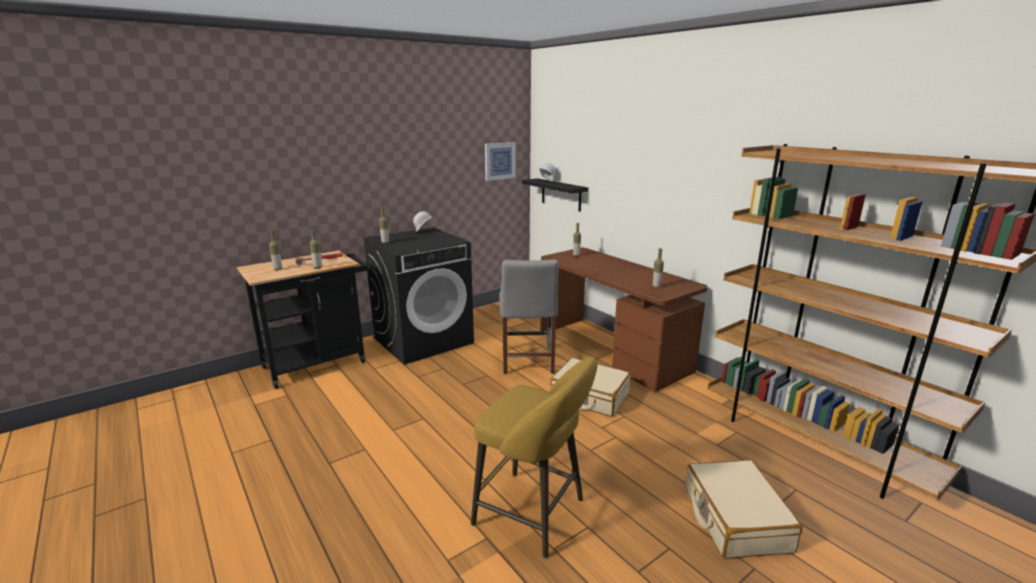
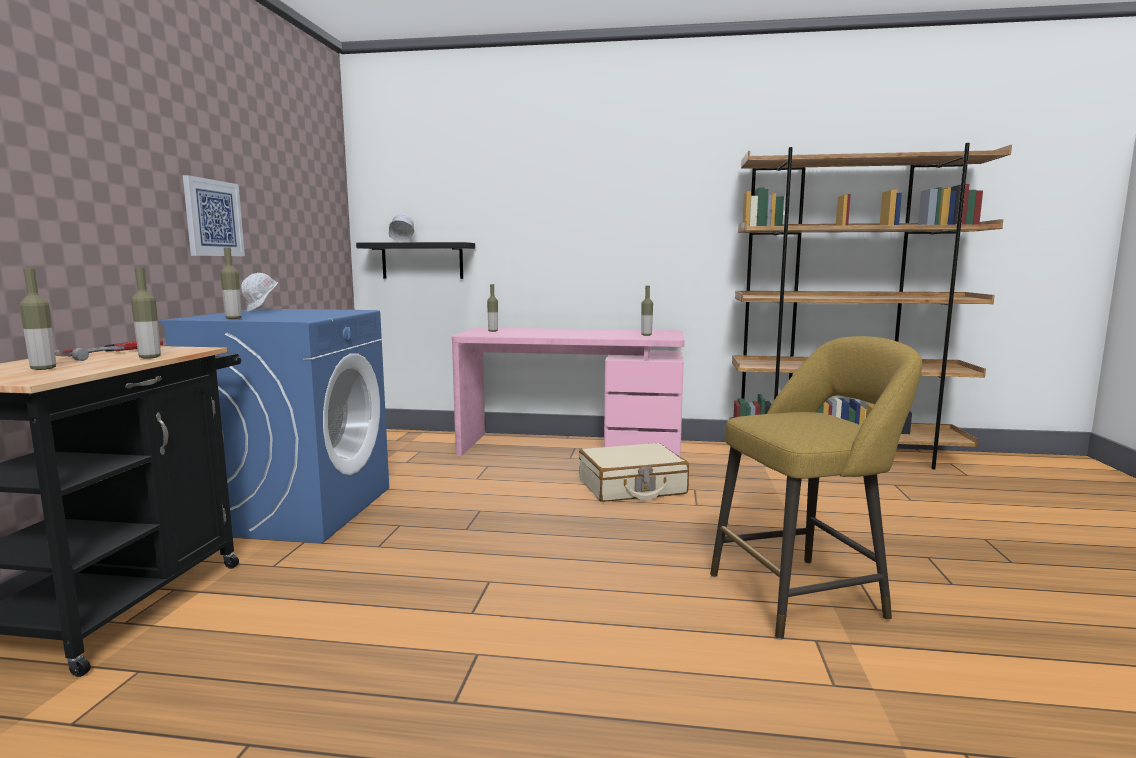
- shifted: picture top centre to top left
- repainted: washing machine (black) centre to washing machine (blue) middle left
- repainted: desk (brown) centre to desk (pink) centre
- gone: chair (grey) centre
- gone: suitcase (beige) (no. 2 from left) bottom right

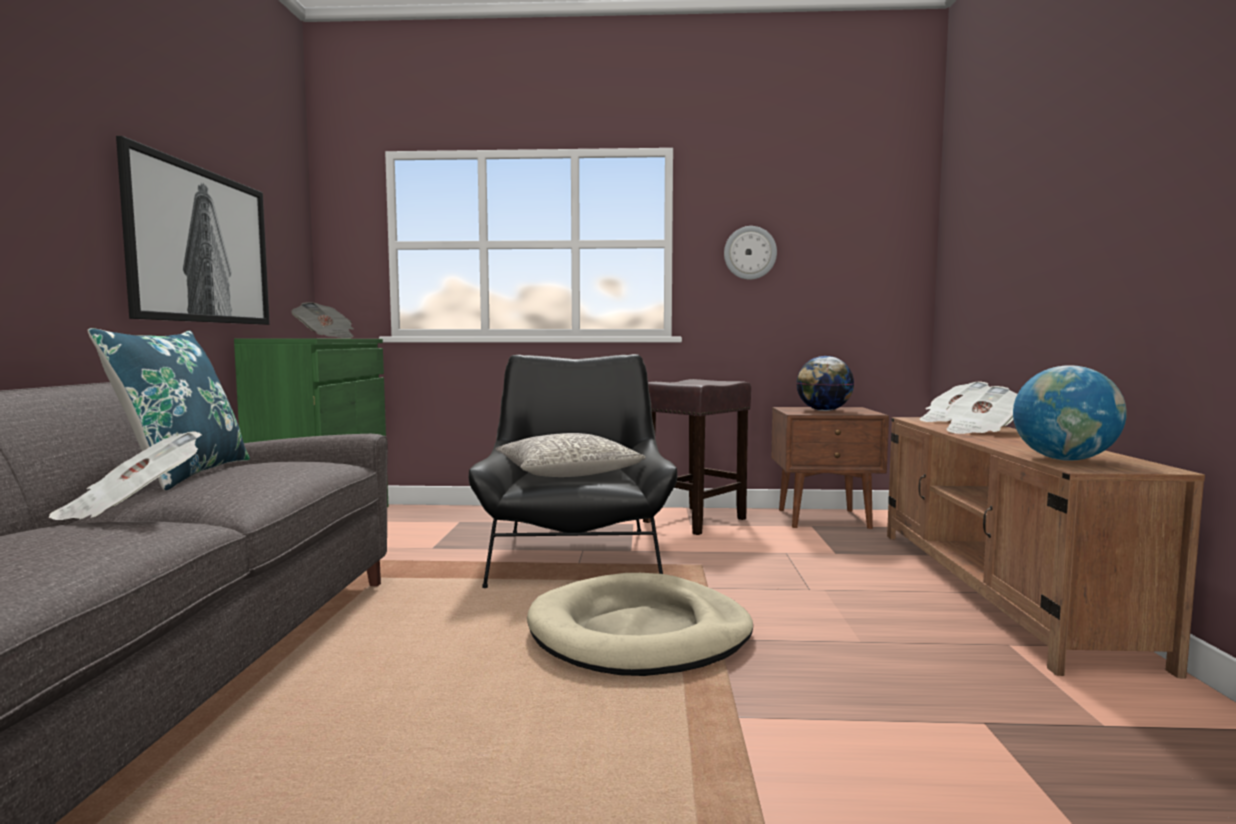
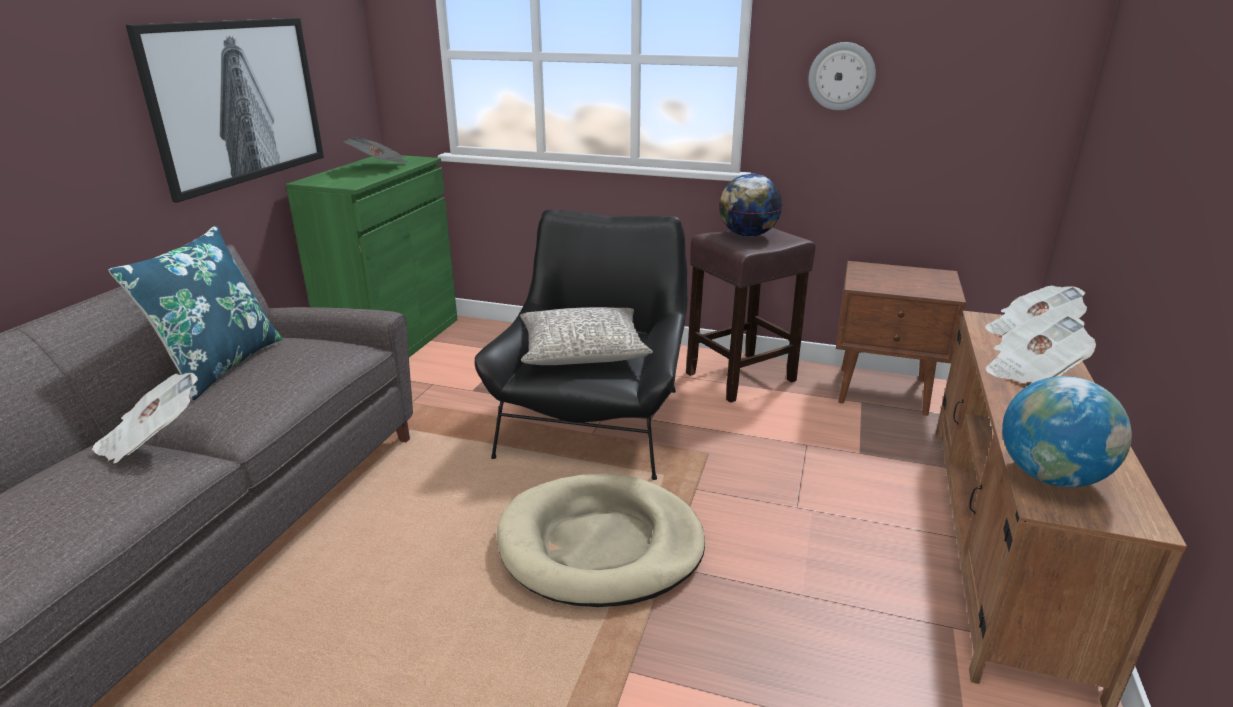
- shifted: globe (no. 1 from left) middle right to top centre

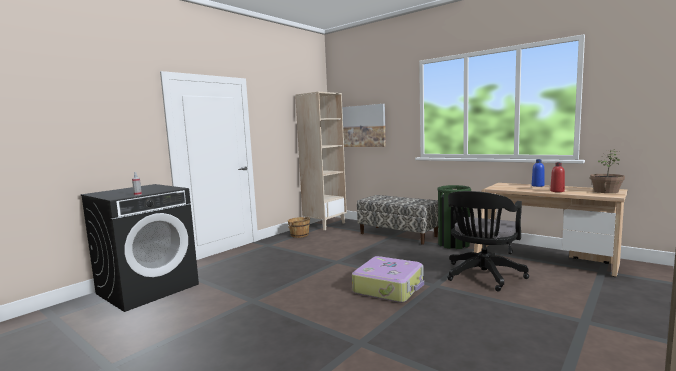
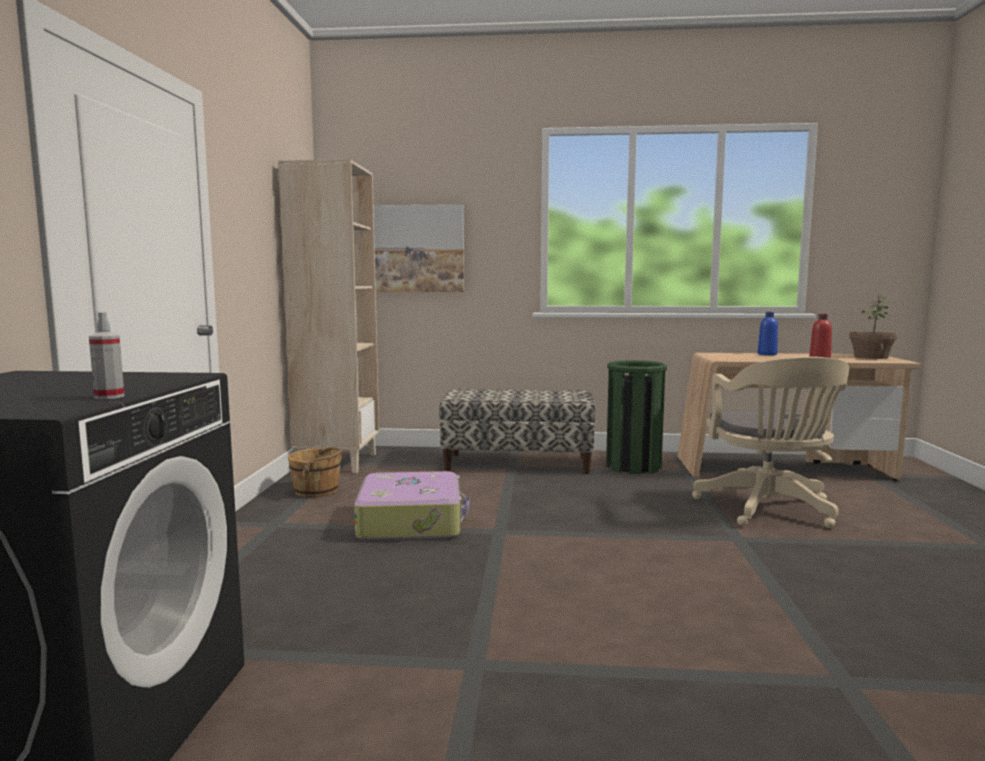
- repainted: office chair (black) middle right to office chair (beige) middle right
- shifted: suitcase bottom centre to centre

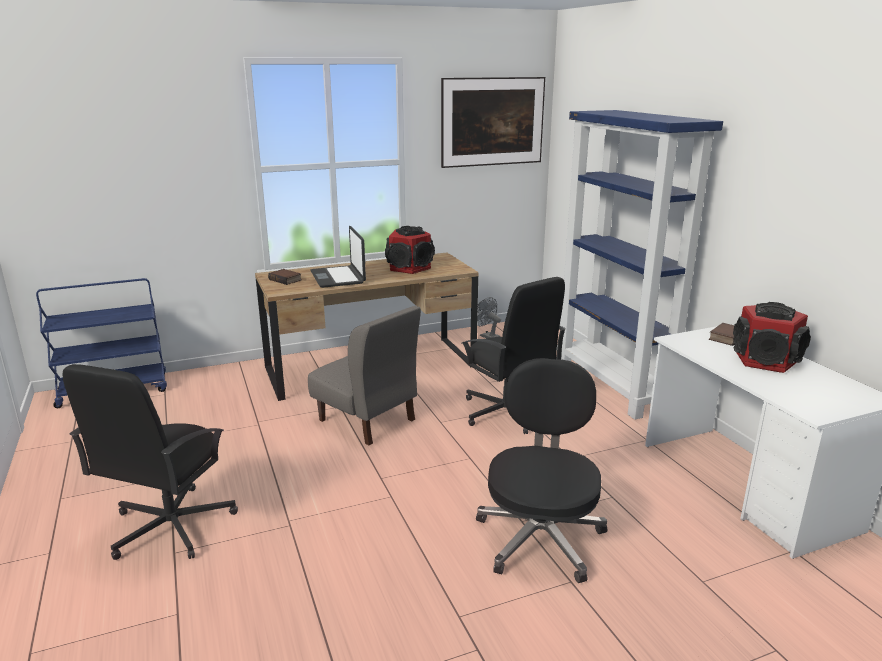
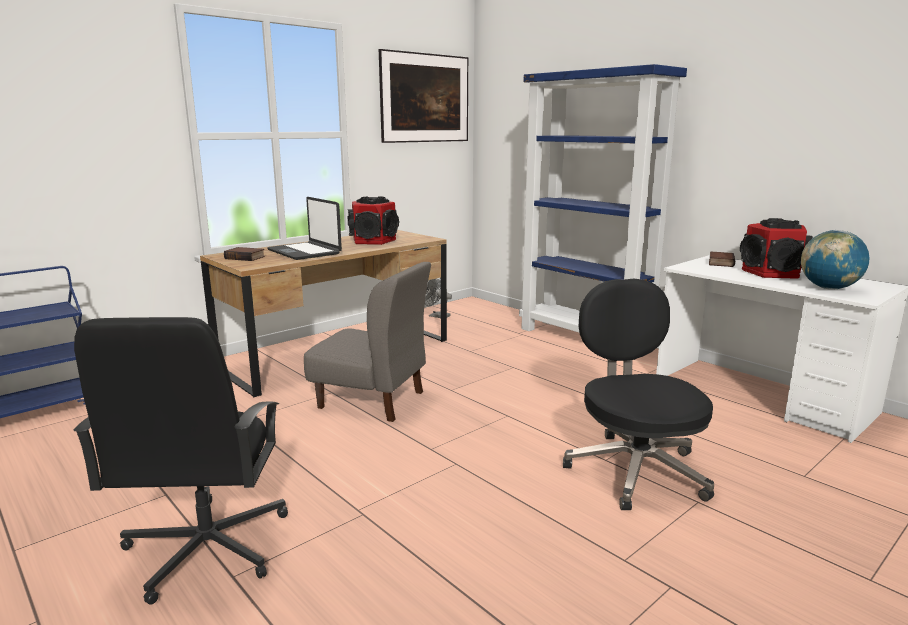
- gone: office chair (black) (no. 2 from left) centre
- new: globe middle right

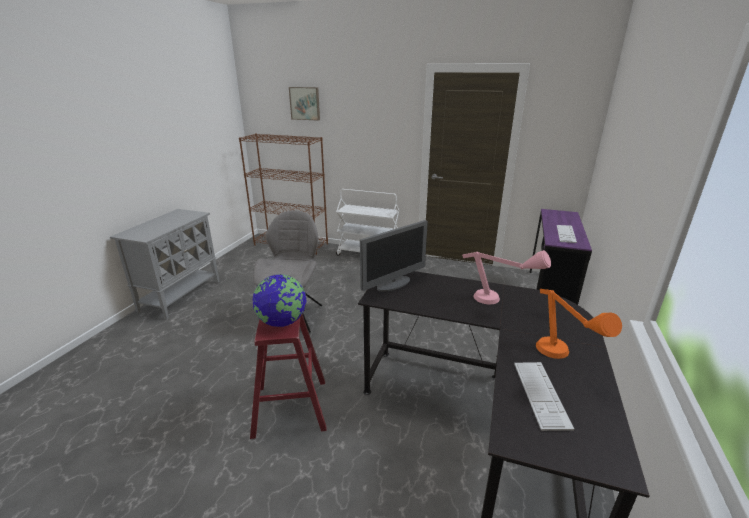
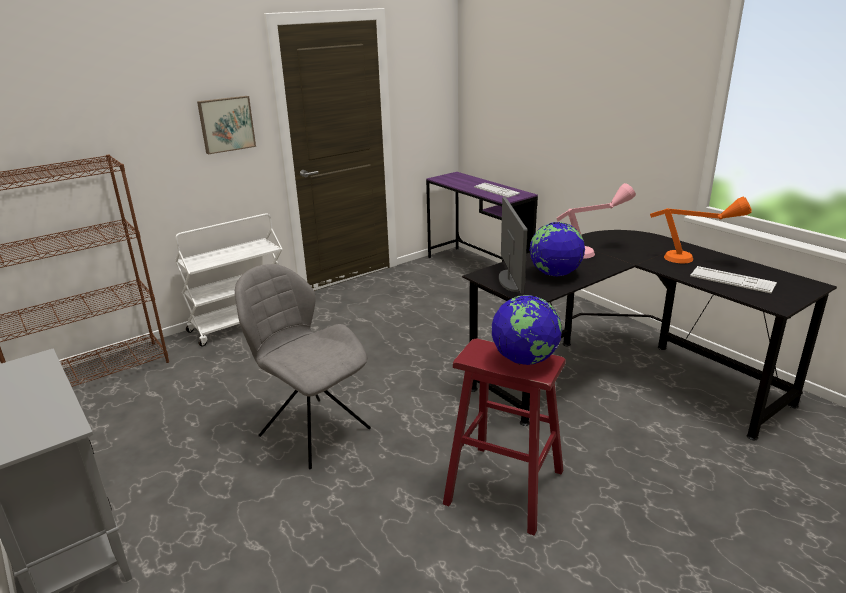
- shifted: picture top centre to top left
- new: globe (no. 2 from left) centre

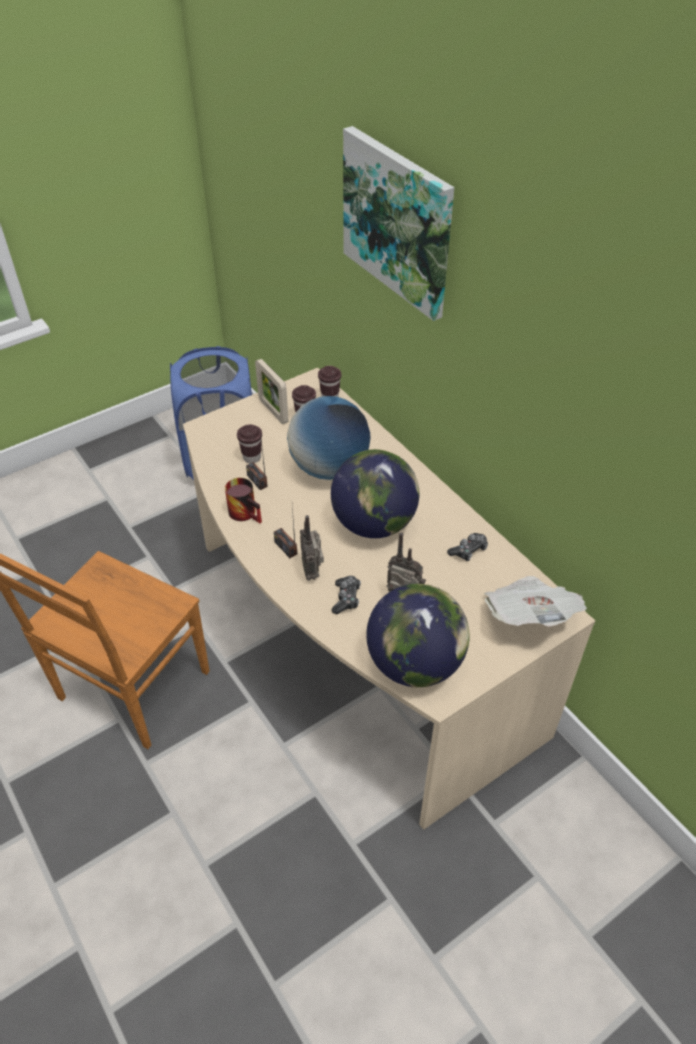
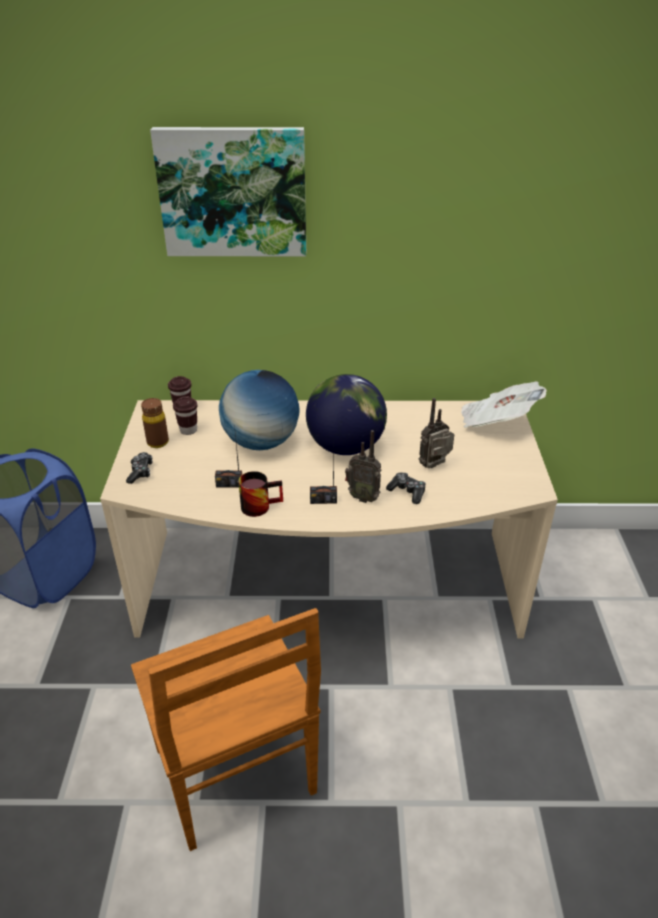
- swapped: picture frame centre to bottle (brown) middle left
- gone: cup (brown) (no. 1 from left) centre
- shifted: game controller (no. 2 from left in the first image) middle right to game controller (no. 1 from left) middle left
- gone: globe (no. 3 from left) centre

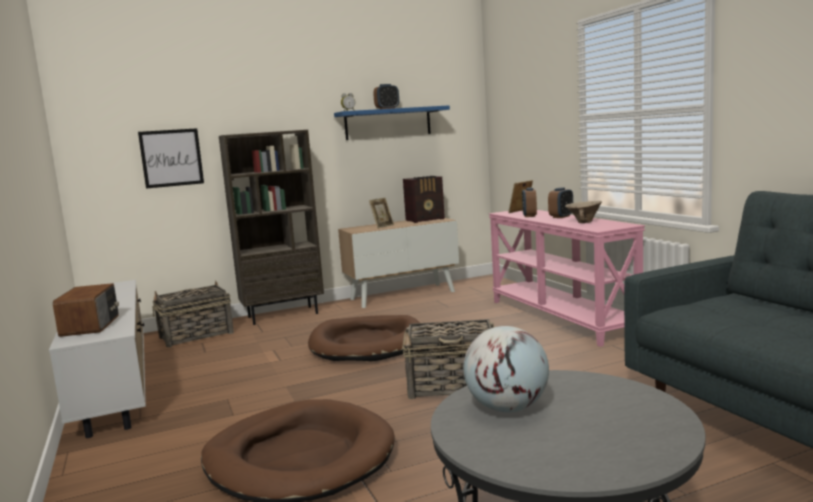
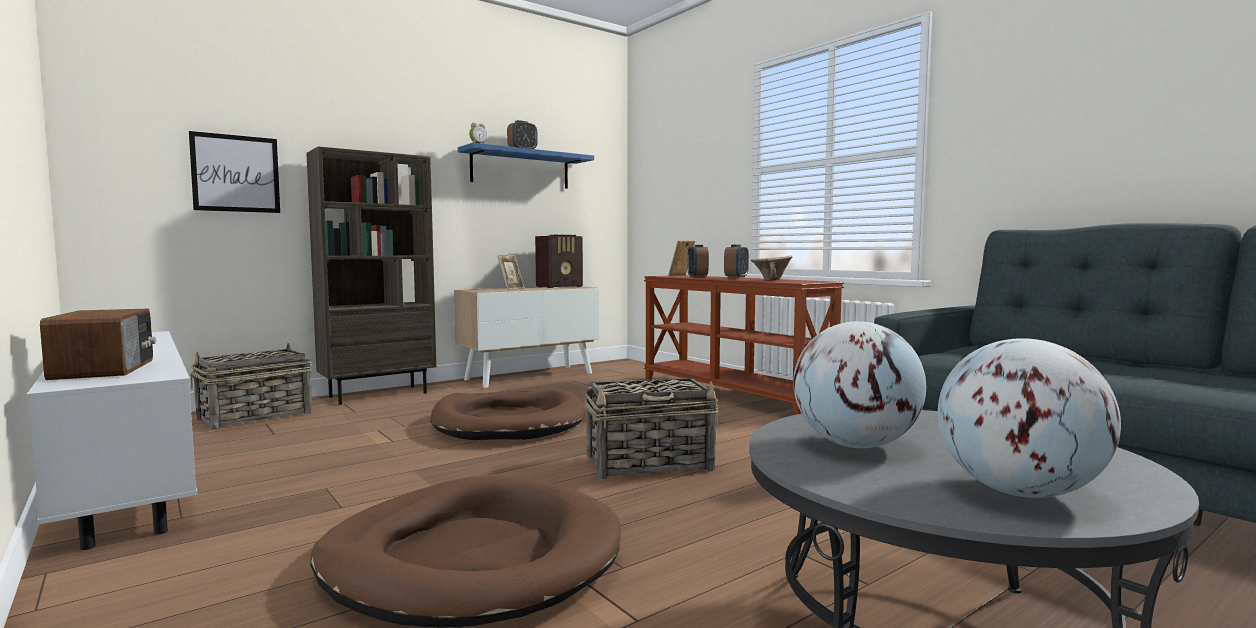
- repainted: console table (pink) middle right to console table (brown) centre
- new: globe (no. 2 from left) middle right

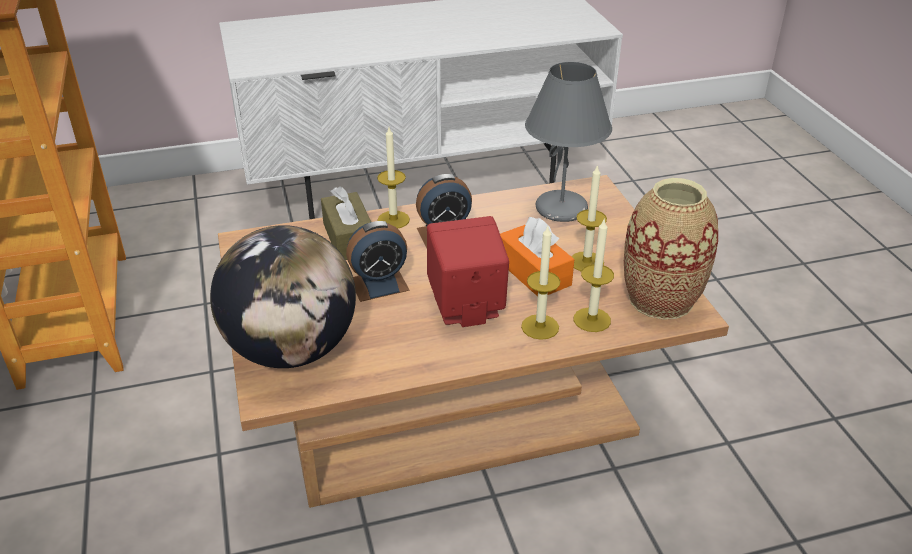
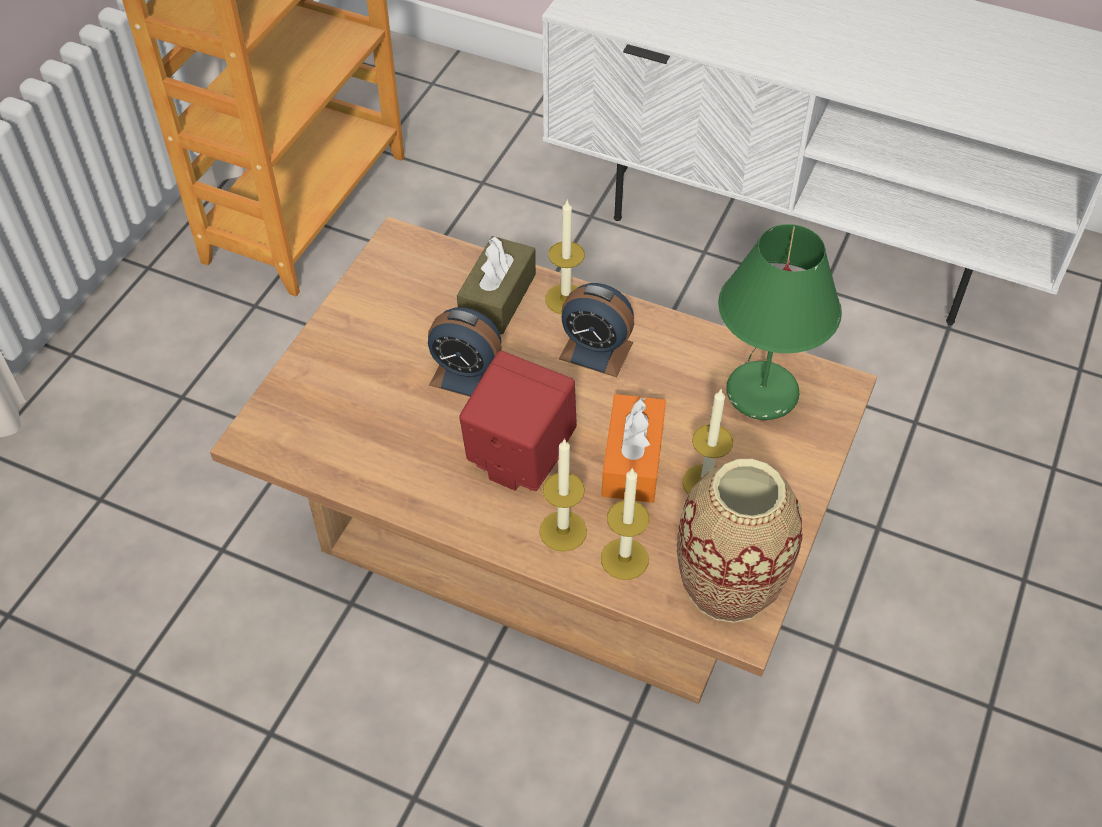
- repainted: table lamp (grey) top centre to table lamp (green) middle right
- gone: globe middle left

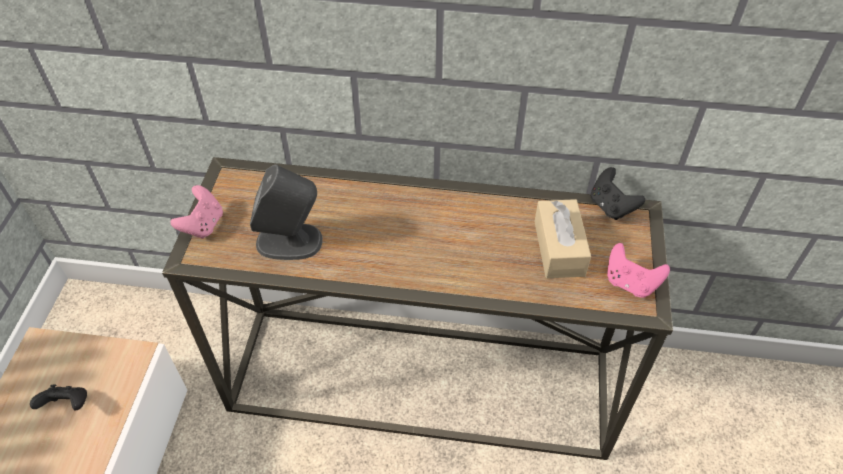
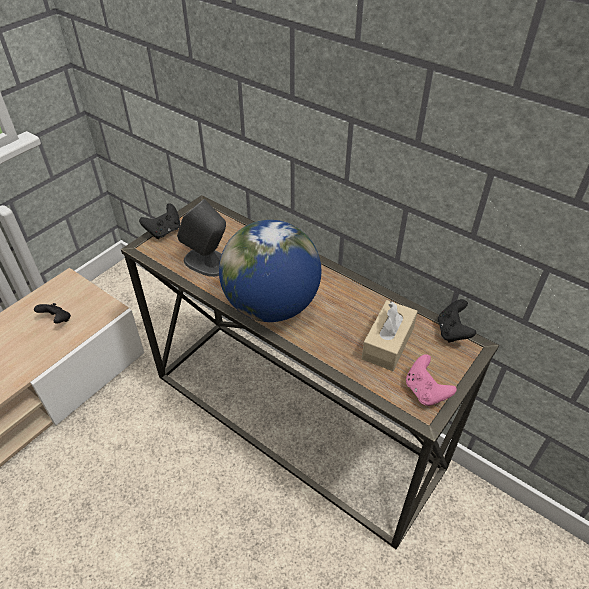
- repainted: game controller (pink) (no. 1 from left) middle left to game controller (black) (no. 2 from left) middle left
- new: globe centre

